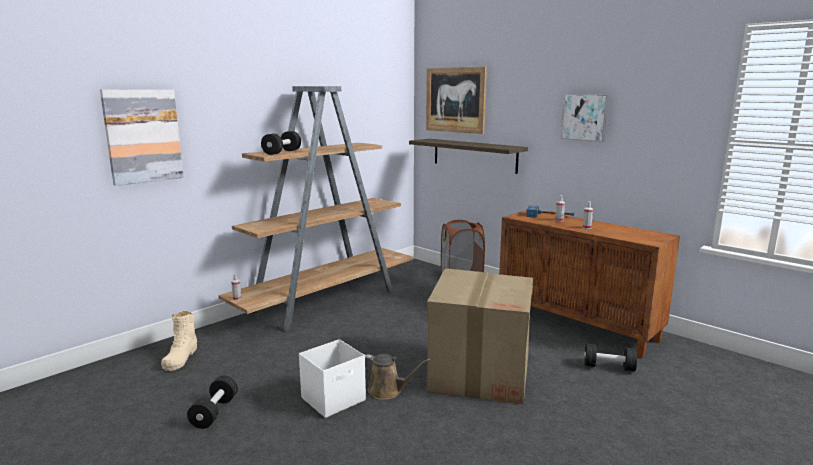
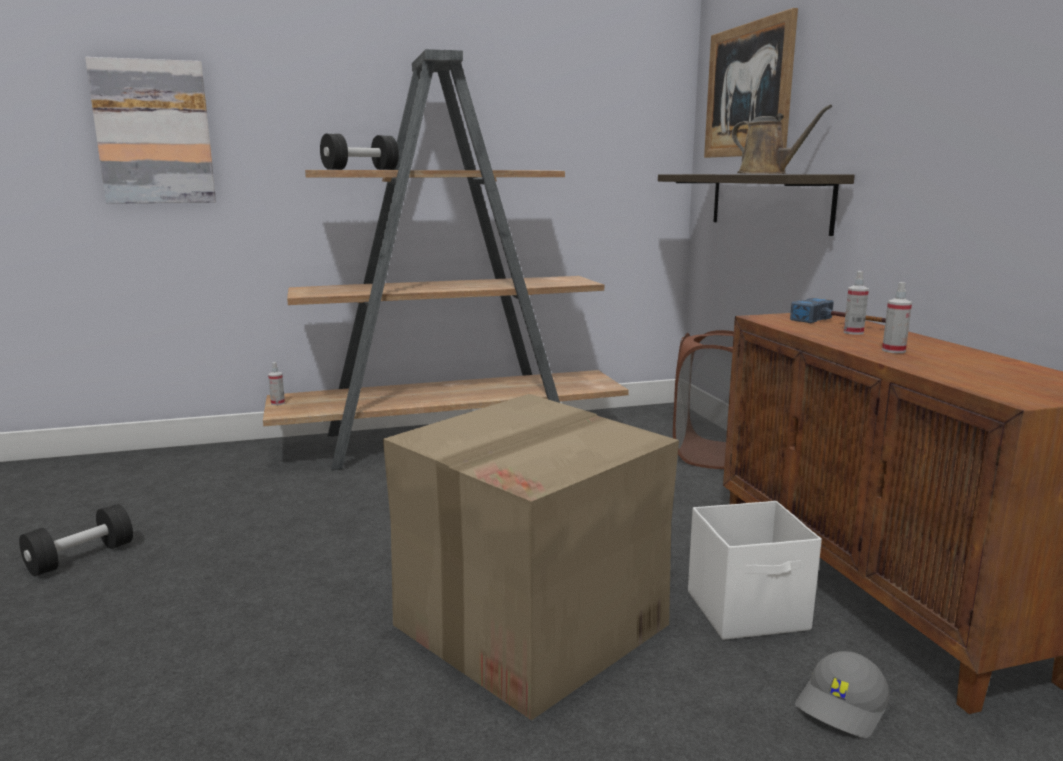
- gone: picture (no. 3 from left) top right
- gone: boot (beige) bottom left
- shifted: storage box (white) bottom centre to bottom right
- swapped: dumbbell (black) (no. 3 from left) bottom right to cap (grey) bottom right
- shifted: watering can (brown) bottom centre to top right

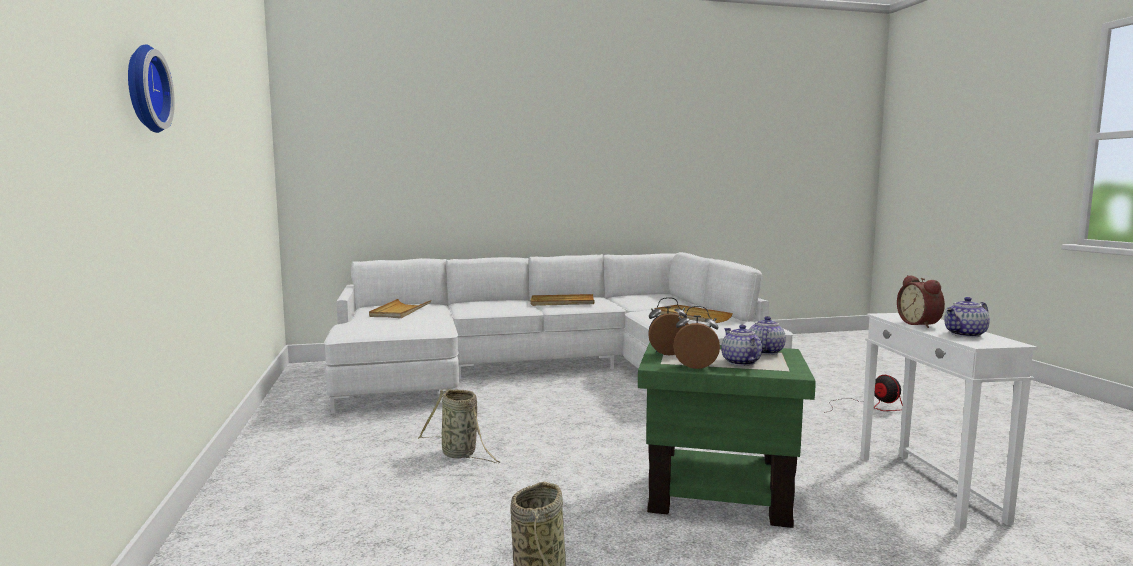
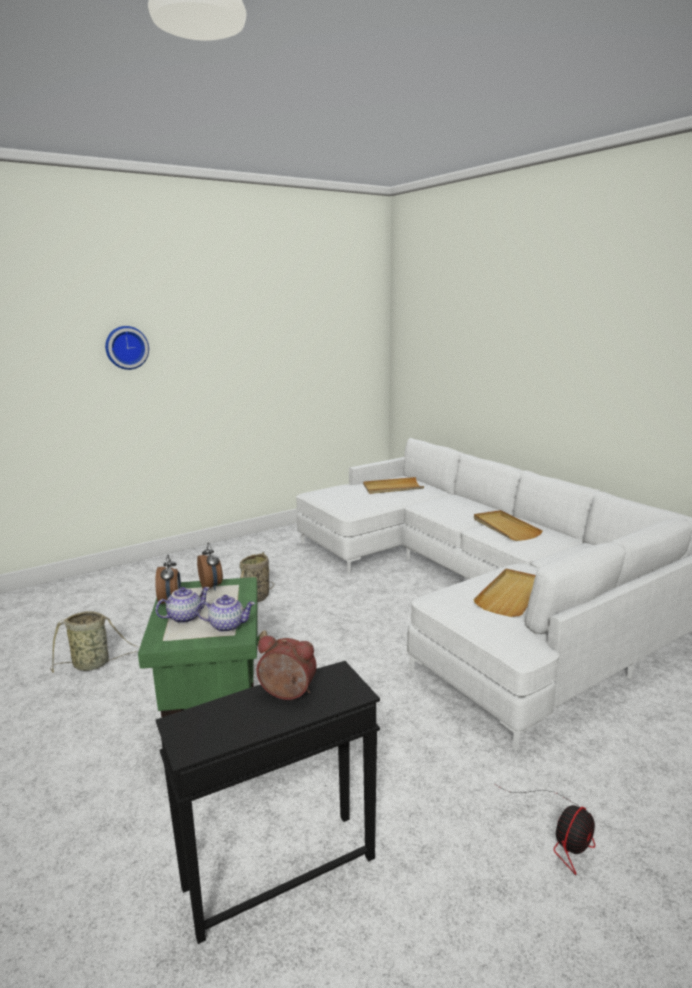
- rotated: alarm clock (no. 3 from left) middle right = bottom centre 45 degrees clockwise
- gone: teapot (no. 3 from left) middle right
- repainted: side table (white) bottom right to side table (black) bottom centre

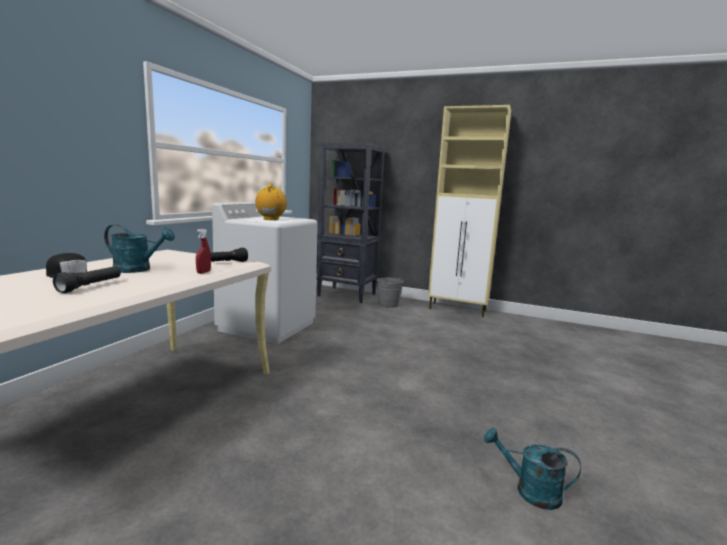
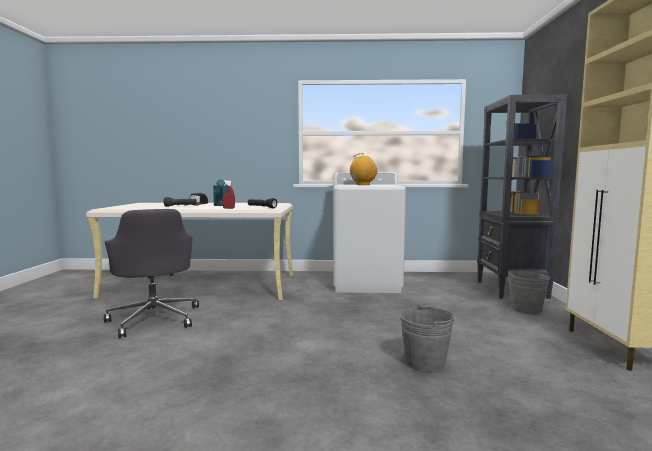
- gone: watering can (turquoise) (no. 2 from left) bottom right
- new: office chair (grey) middle left
- new: bucket (grey) (no. 1 from left) bottom centre

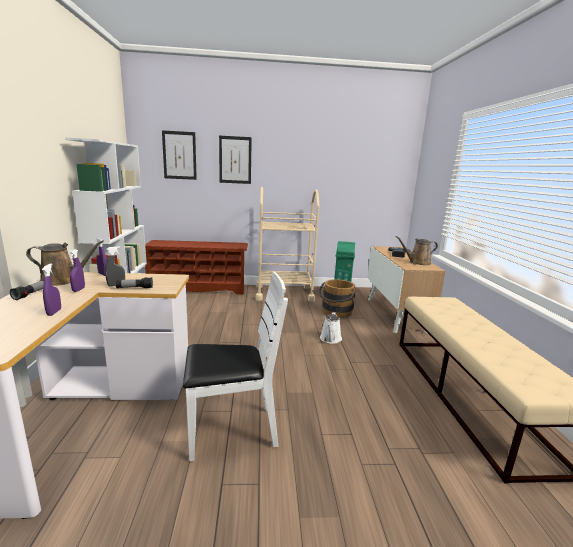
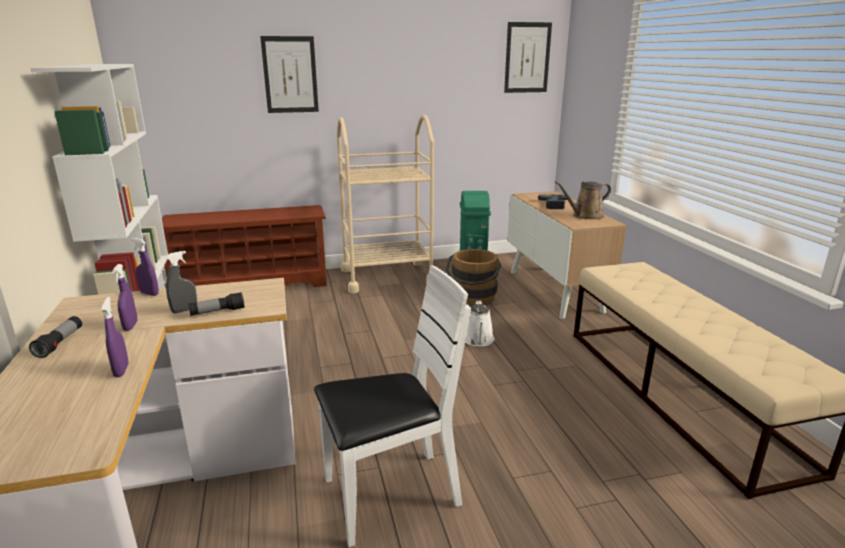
- shifted: picture (no. 1 from left in the first image) top left to picture (no. 2 from left) top centre
- gone: watering can (brown) (no. 1 from left) middle left

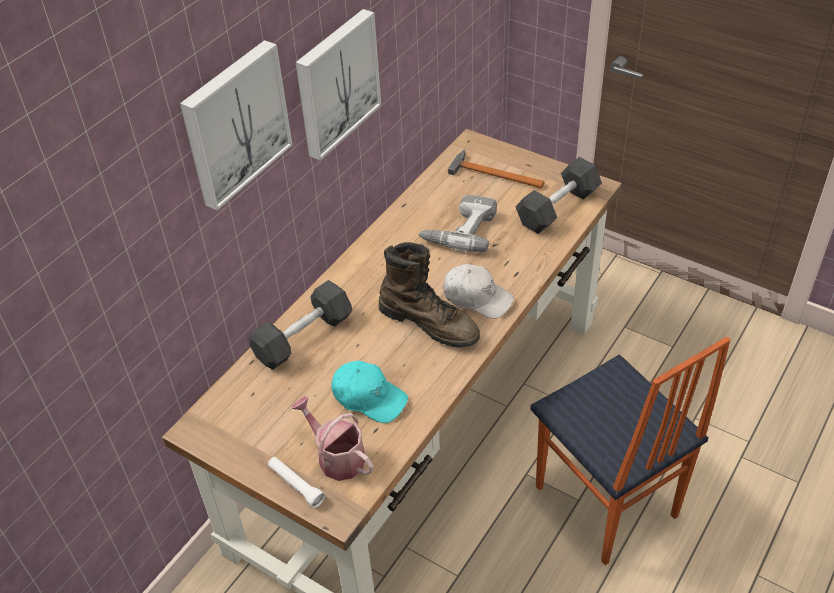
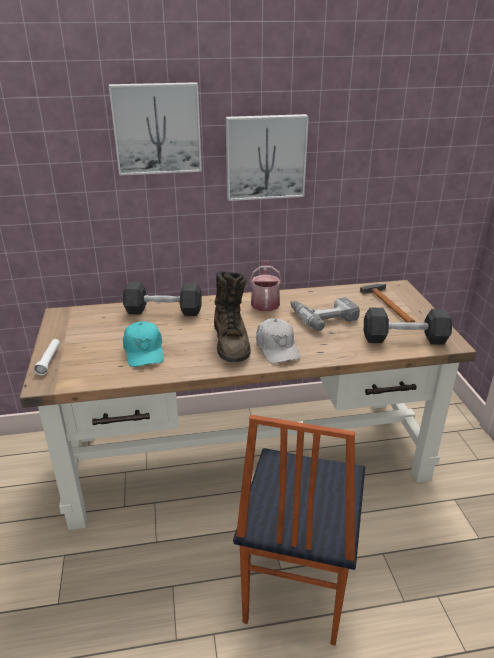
- shifted: watering can bottom centre to centre

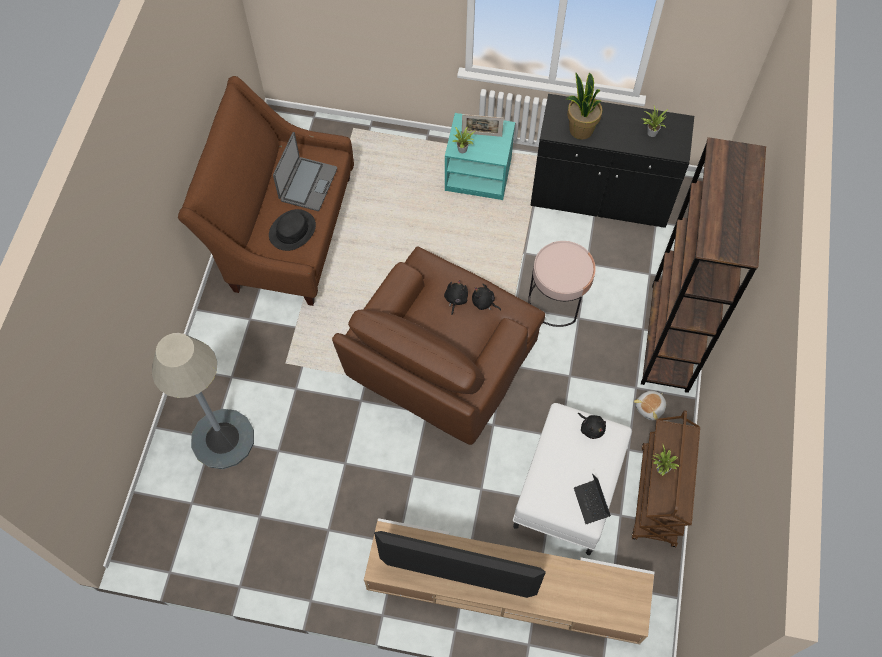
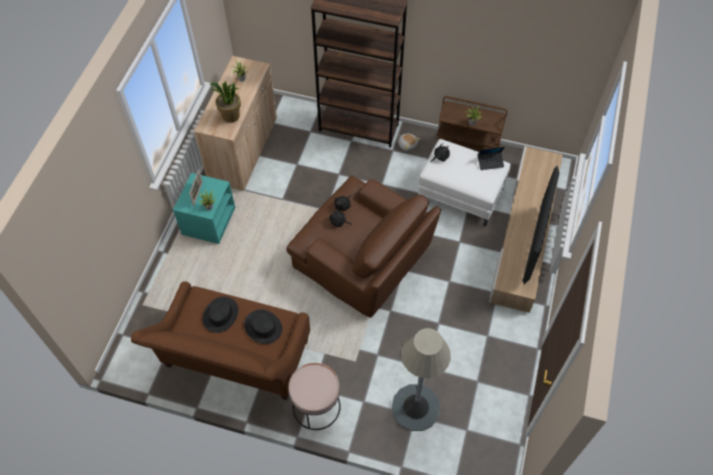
- repainted: cabinet (black) top right to cabinet (beige) top left
- swapped: laptop (no. 1 from left) top centre to hat (black) (no. 1 from left) middle left
- shifted: side table (pink) centre to bottom centre

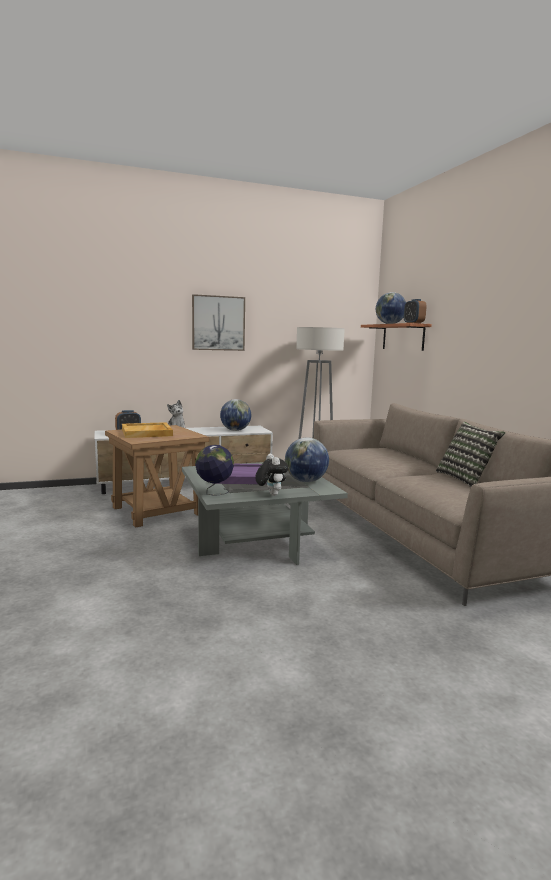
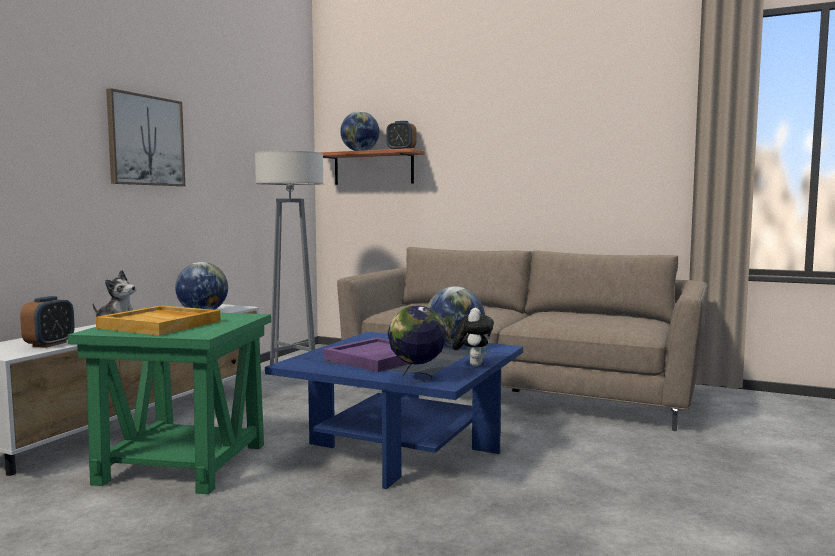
- gone: pillow middle right
- repainted: side table (brown) middle left to side table (green) bottom left
- rotated: plush toy (no. 2 from left) centre = centre 75 degrees clockwise
- repainted: coffee table (grey) centre to coffee table (blue) bottom centre

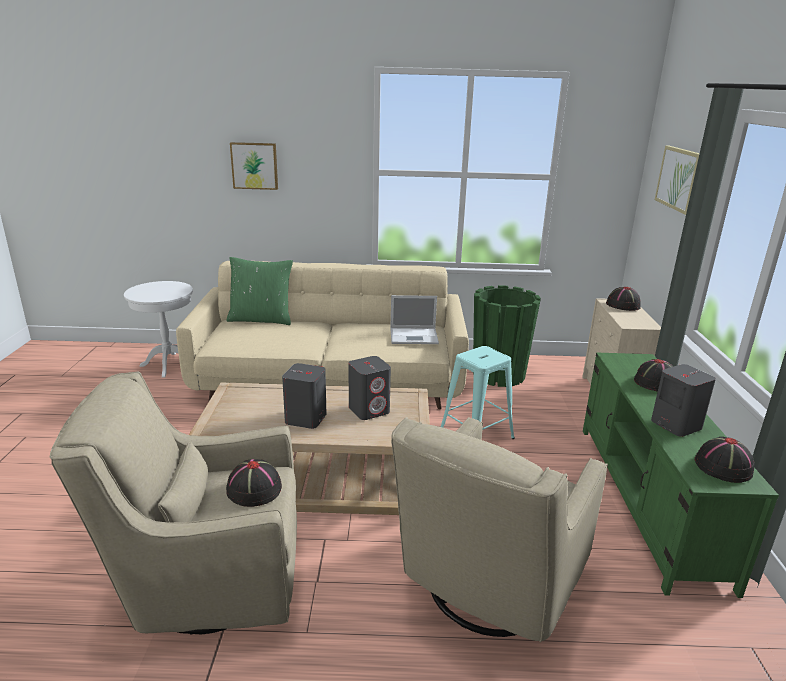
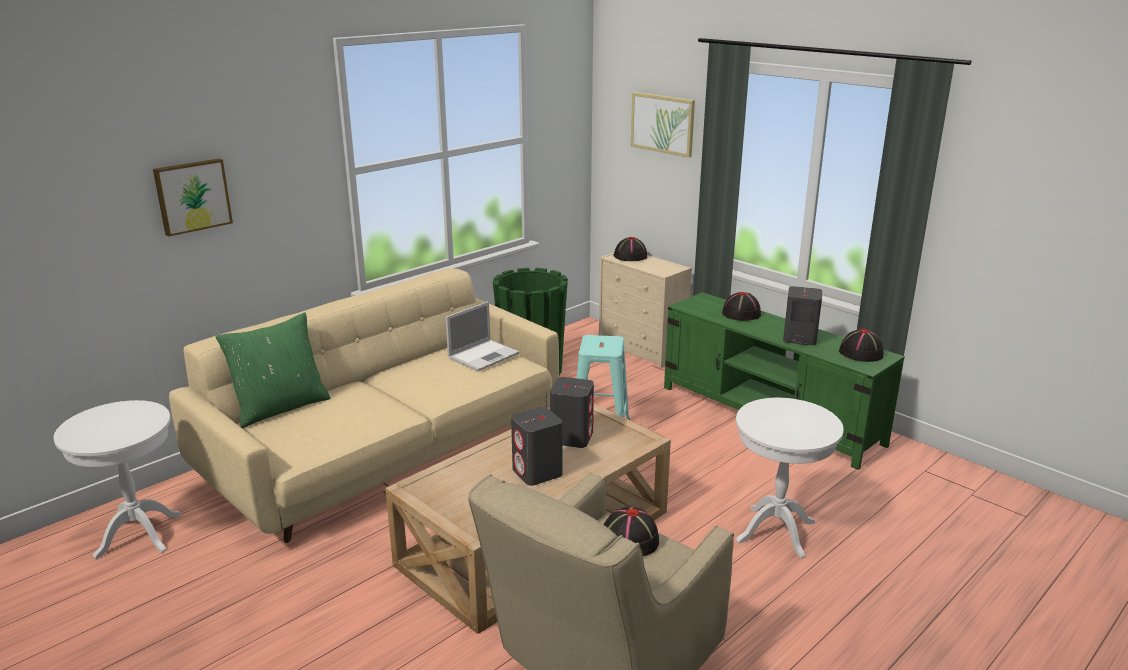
- swapped: armchair (beige) (no. 2 from left) bottom centre to side table (white) (no. 2 from left) bottom right

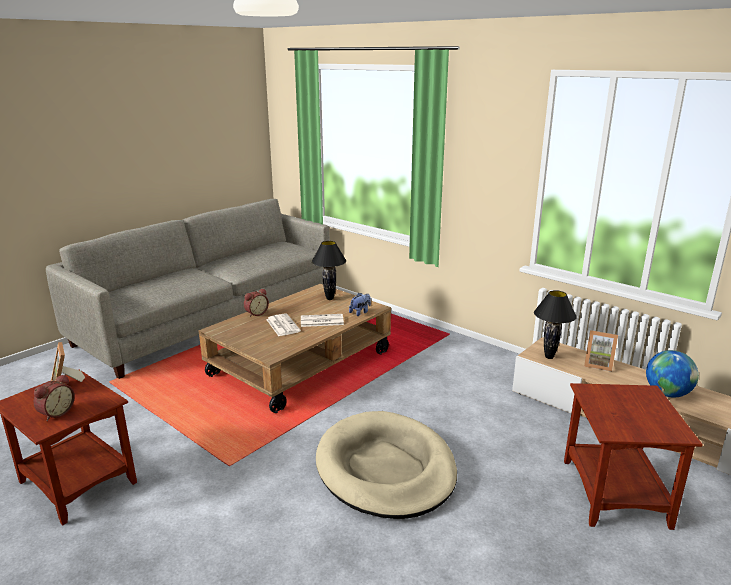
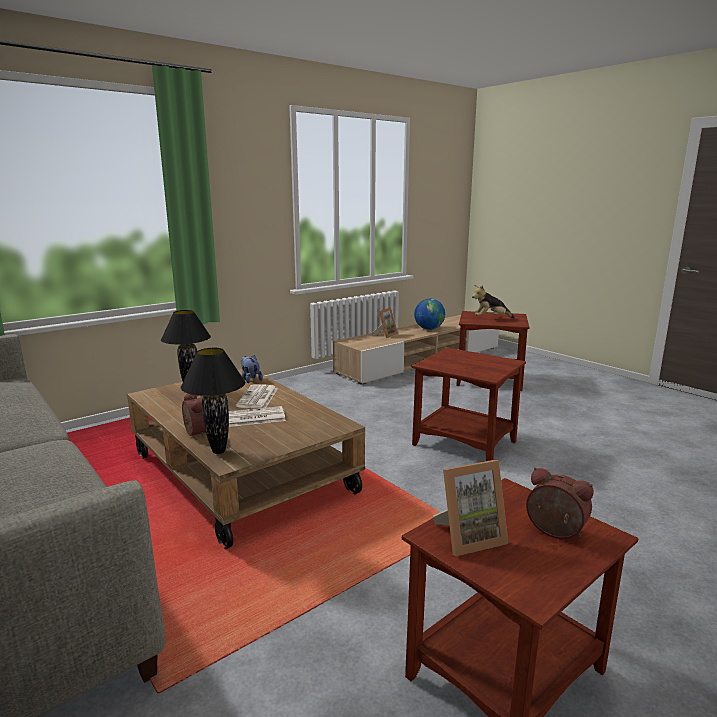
- shifted: table lamp (black) (no. 2 from left) middle right to middle left
- swapped: dog bed (beige) bottom centre to side table (brown) (no. 1 from left) centre
- new: plush toy (no. 2 from left) middle right

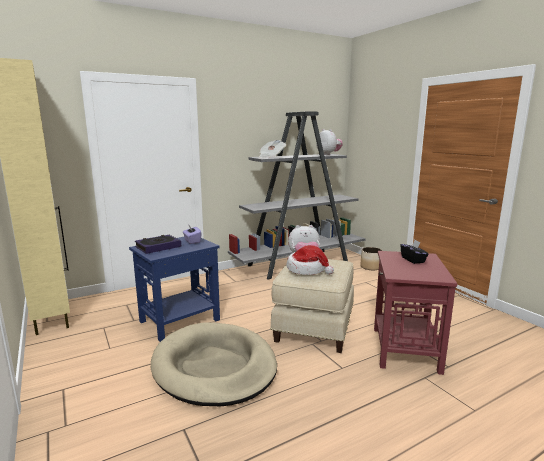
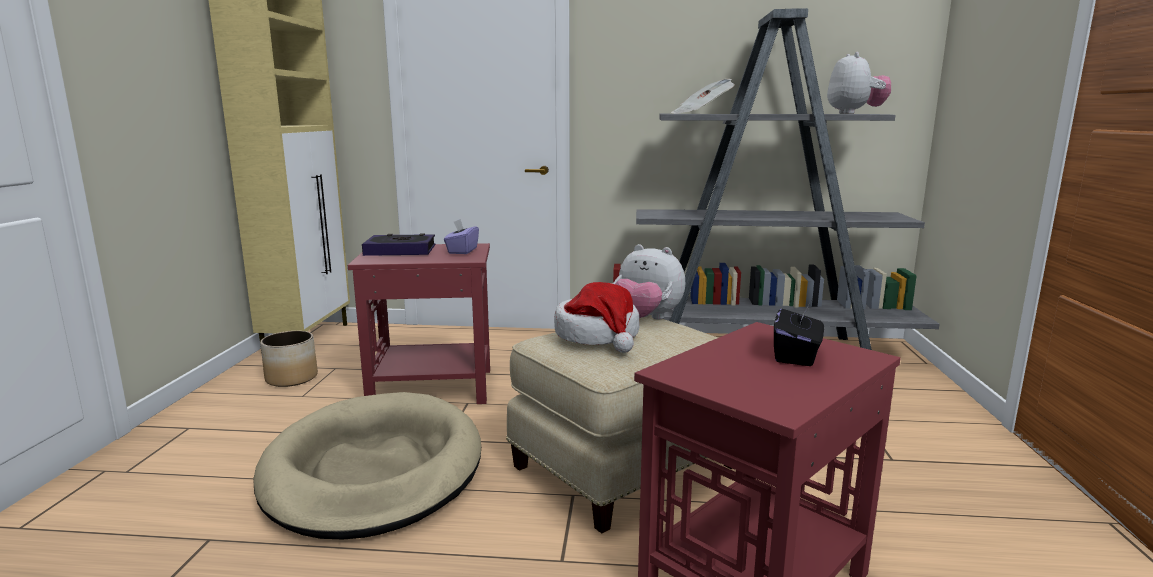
- repainted: side table (blue) middle left to side table (red) (no. 1 from left) centre
- shifted: planter middle right to middle left

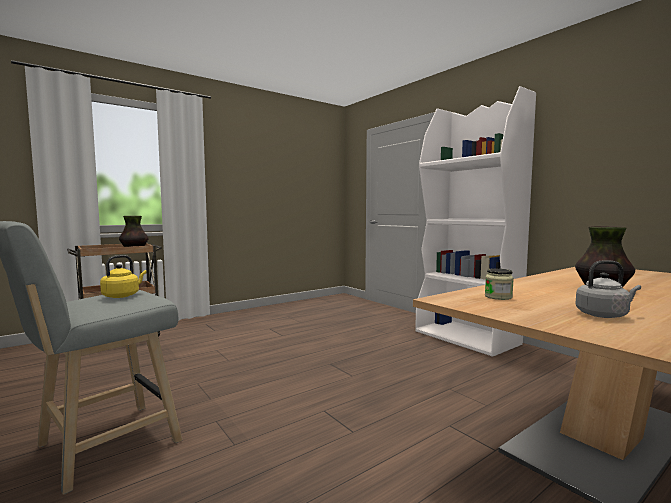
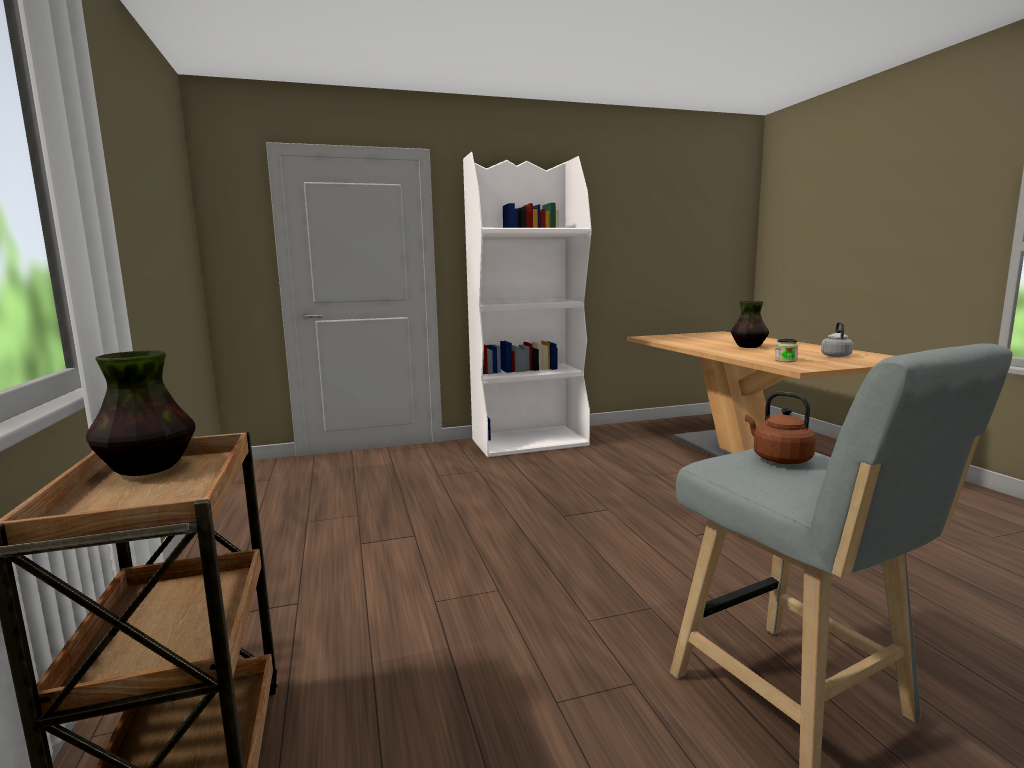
- repainted: kettle (yellow) middle left to kettle (brown) middle right

